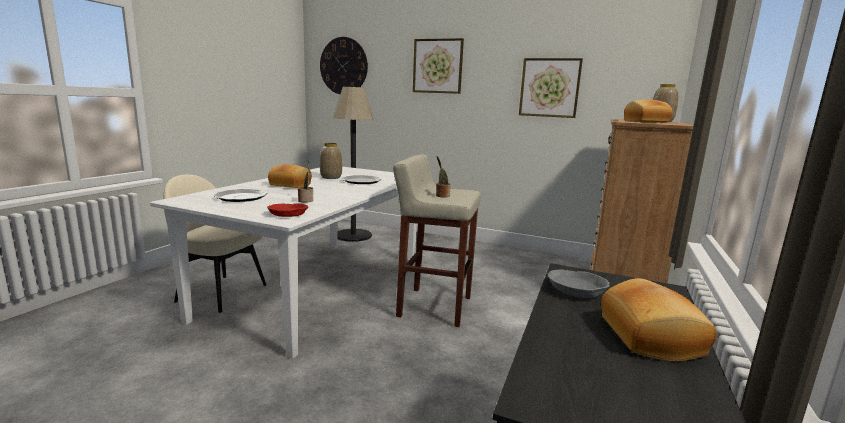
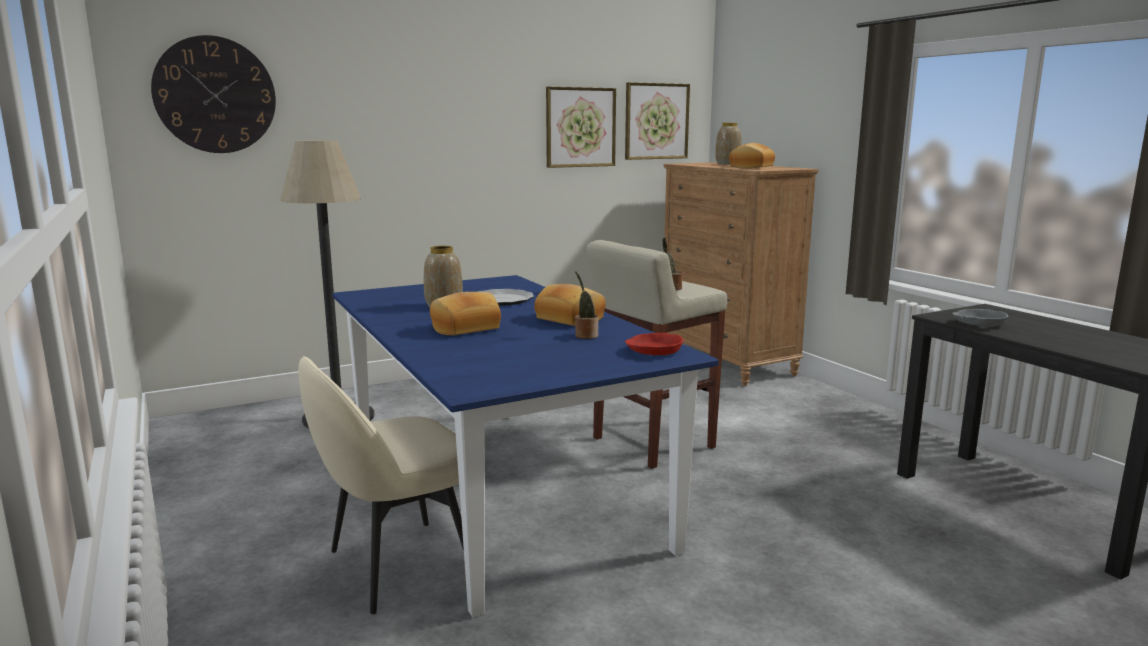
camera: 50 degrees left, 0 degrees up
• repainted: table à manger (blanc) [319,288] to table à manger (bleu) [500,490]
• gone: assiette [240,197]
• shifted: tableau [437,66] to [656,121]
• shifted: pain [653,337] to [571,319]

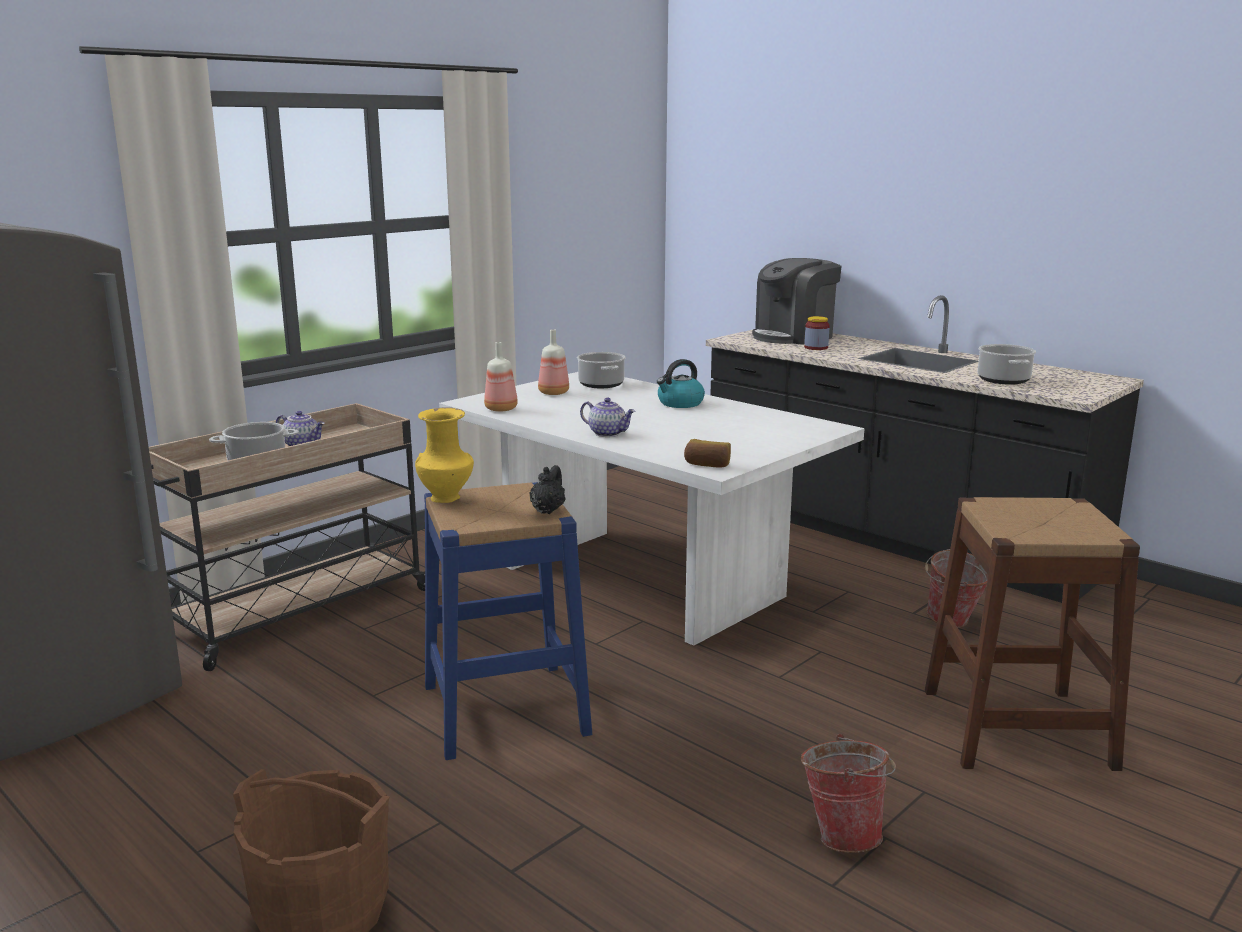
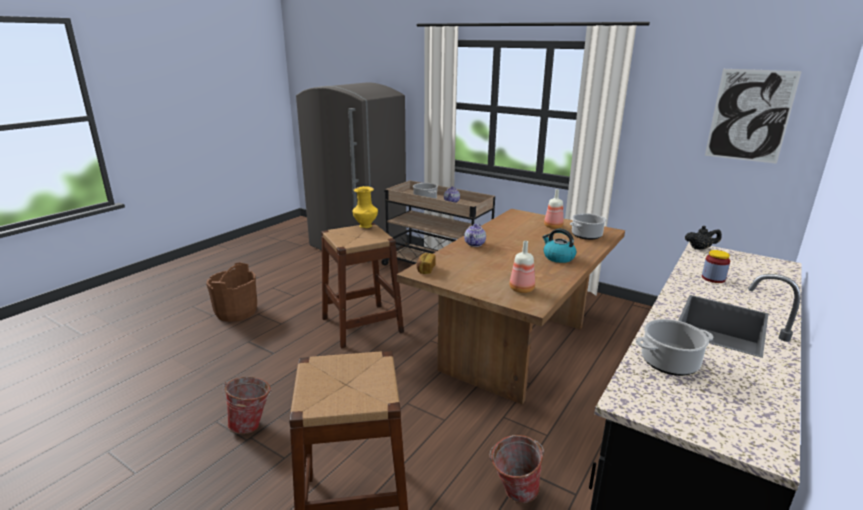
camera: 80 degrees right, 5 degrees up
• repainted: tabouret (bleu) [504,709] to tabouret (marron) [362,325]
• repainted: table à manger (blanc) [639,581] to table à manger (marron) [514,346]
• shifted: bouteille [502,409] to [522,289]
• shifted: théière (noir) [548,510] to [700,248]
• gone: machine à café [793,336]
• new: tableau [750,116]

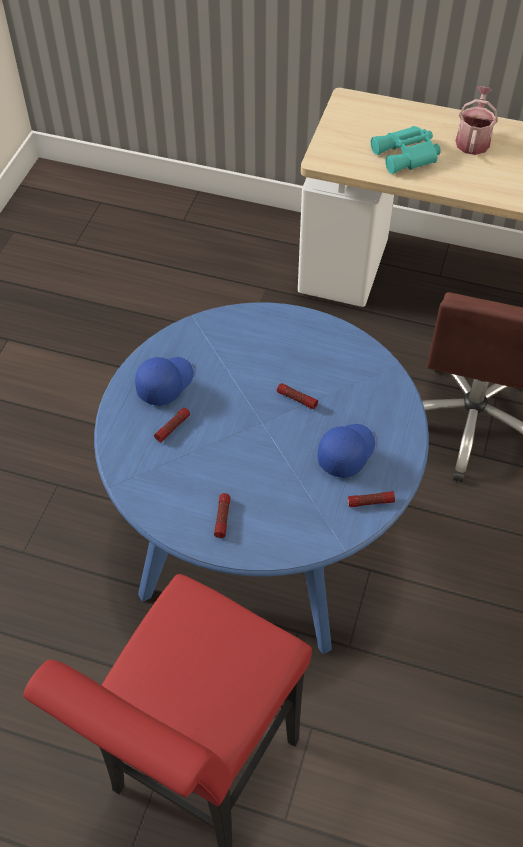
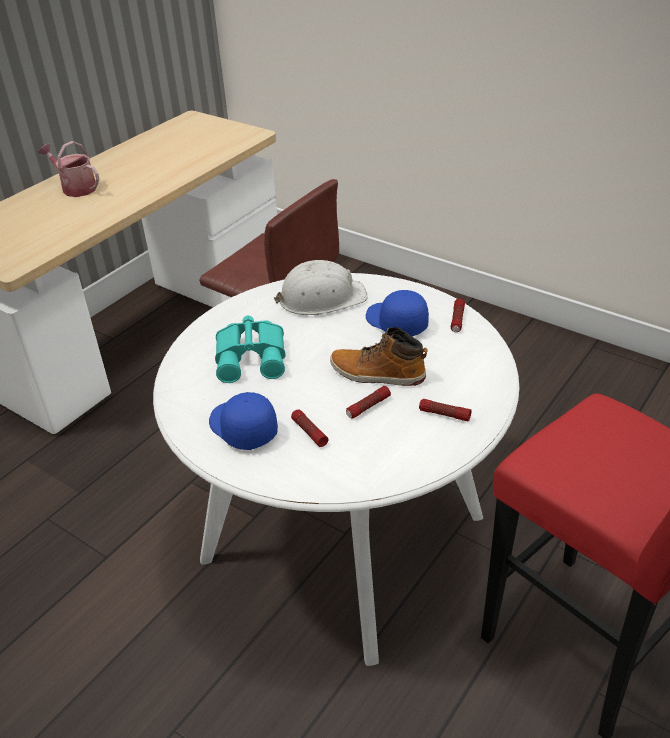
camera: 70 degrees left, 15 degrees down
• repainted: table à manger (bleu) [261,541] to table à manger (blanc) [343,537]
• shifted: lampe de poche [296,399] to [368,407]
• shifted: jumelles (turquoise) [407,156] to [253,356]
• new: casque de chantier (blanc) [321,298]
• new: botte [377,374]

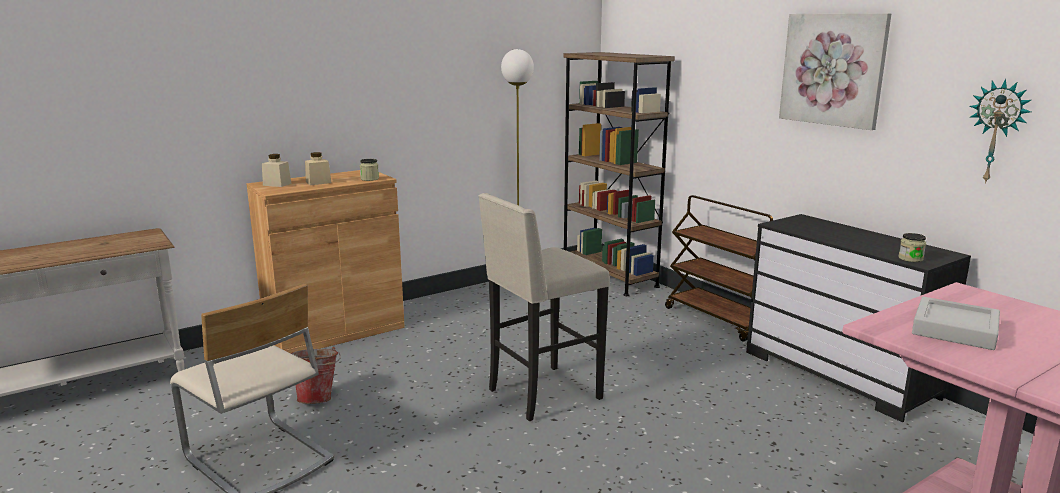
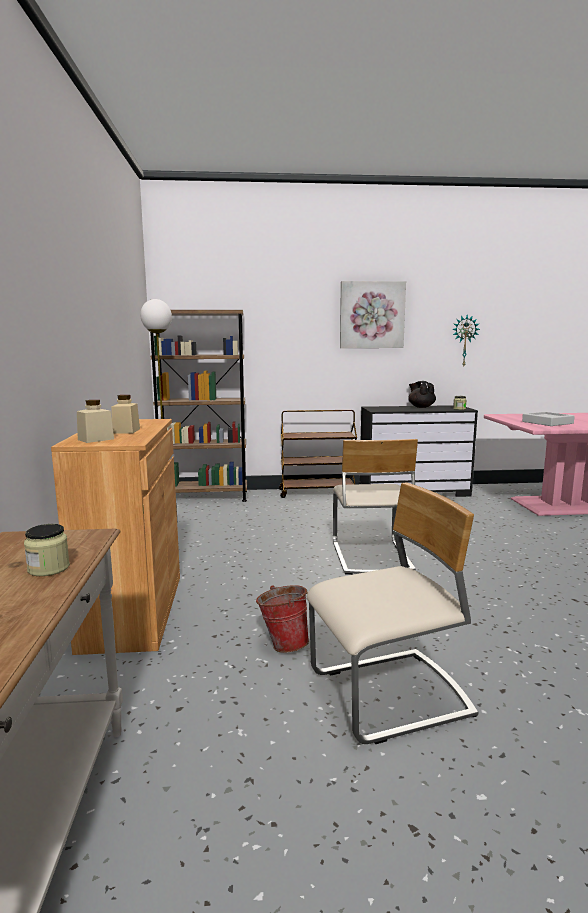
camera: 60 degrees left, 5 degrees down
• shifted: bocal [369,179] to [48,568]
• swapped: tabouret (beige) [542,394] to chaise (beige) [370,557]
• new: théière (noir) [421,407]

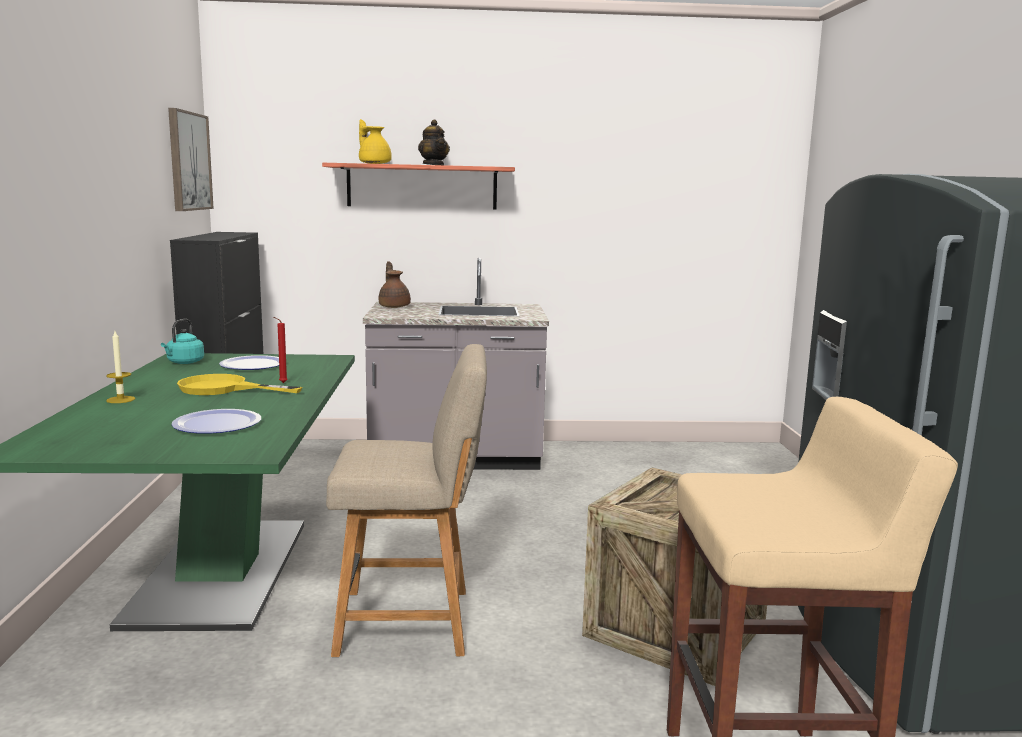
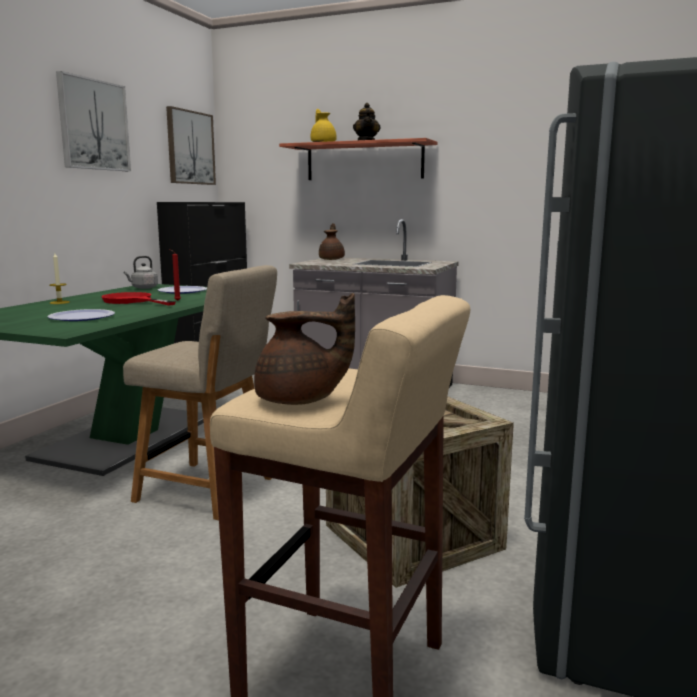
camera: 25 degrees right, 0 degrees up
• repainted: bouilloire (turquoise) [184,362] to bouilloire (gris) [143,288]
• repainted: poêle (jaune) [224,388] to poêle (rouge) [132,301]
• new: tableau [93,125]
• new: théière (marron) [300,400]

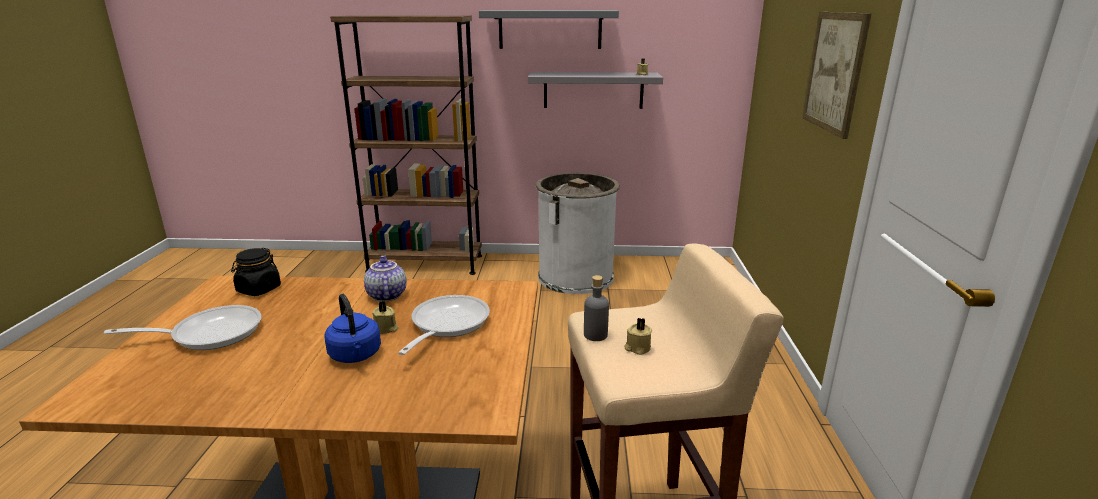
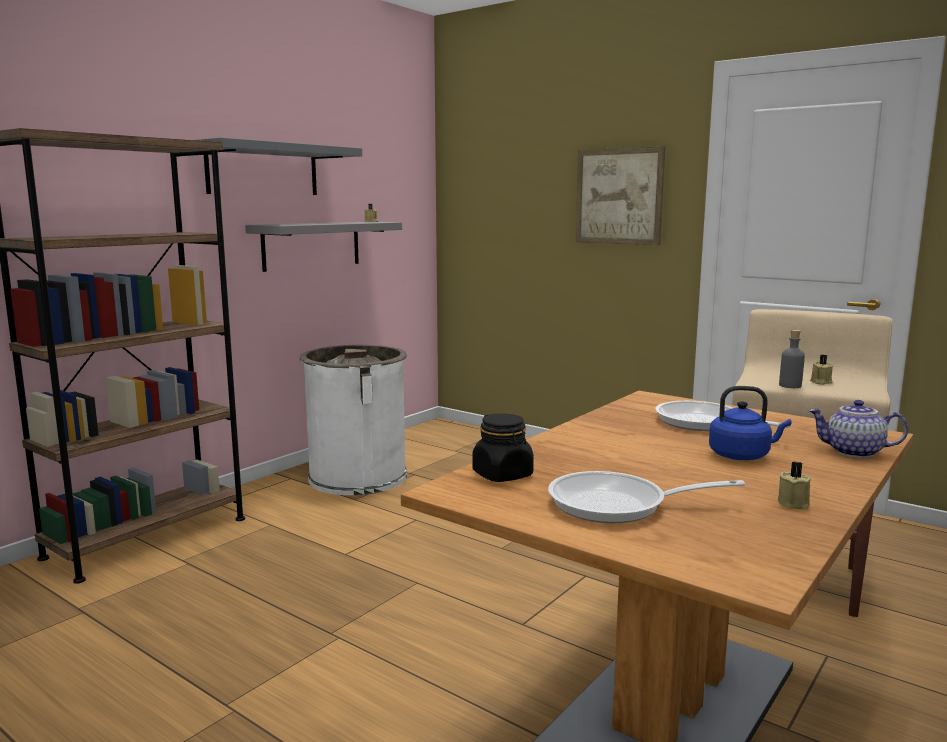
camera: 55 degrees left, 10 degrees down
• rotated: poêle [209,333] = [618,505] 105 degrees counterclockwise
• shifted: théière [385,295] to [853,452]
• shifted: bougie (beige) [386,329] to [794,503]

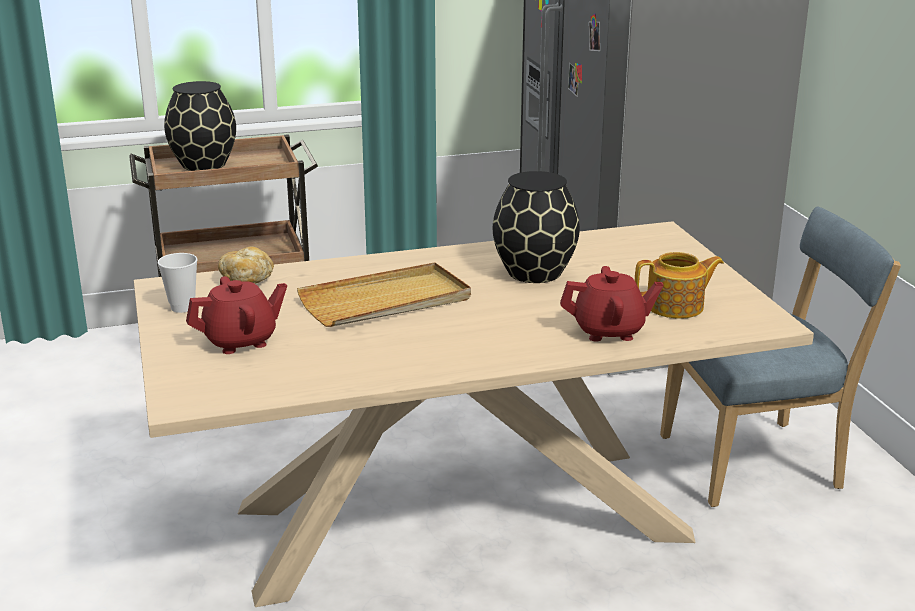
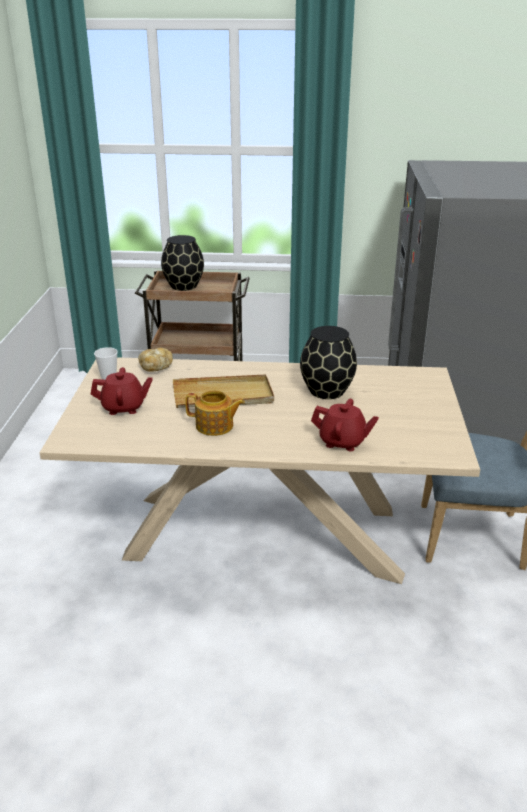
camera: 20 degrees right, 5 degrees up
• shifted: théière [676,307] to [215,426]

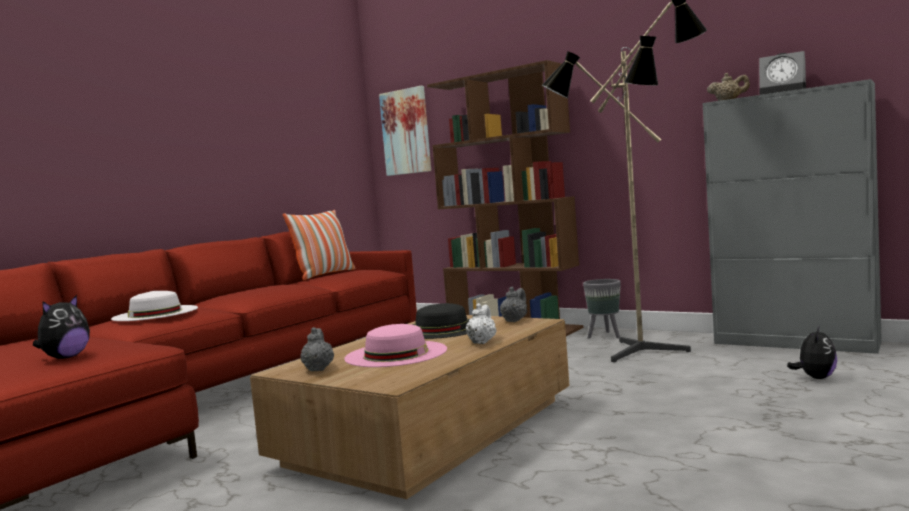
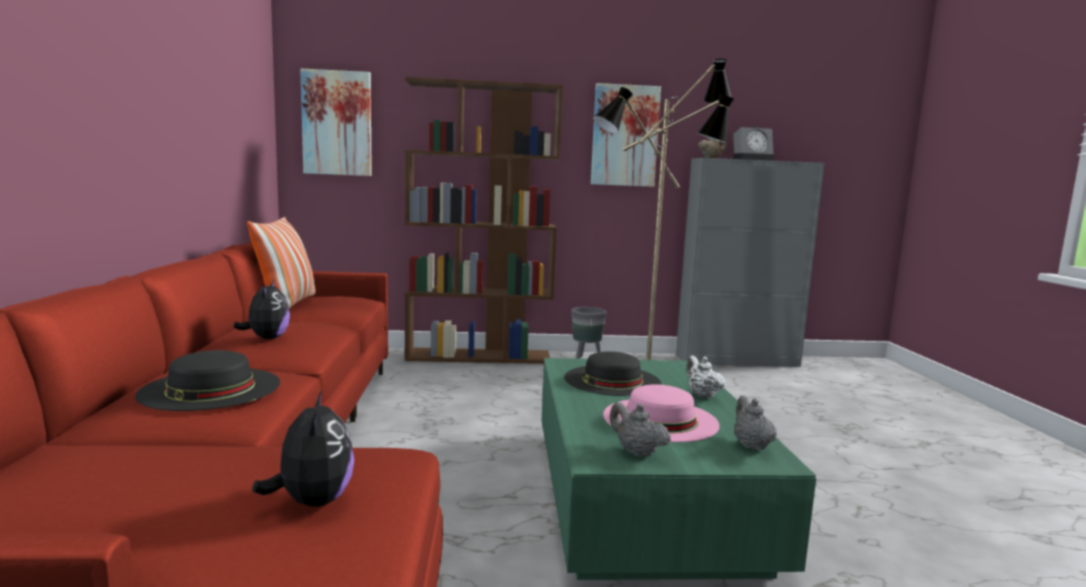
camera: 40 degrees left, 5 degrees up
• repainted: chapeau (blanc) [155,313] to chapeau (noir) [210,388]
• repainted: table basse (marron) [430,431] to table basse (vert) [642,494]
• shifted: théière (gris) [514,320] to [750,445]
• shifted: peluche [815,378] to [267,338]
• new: tableau [624,136]

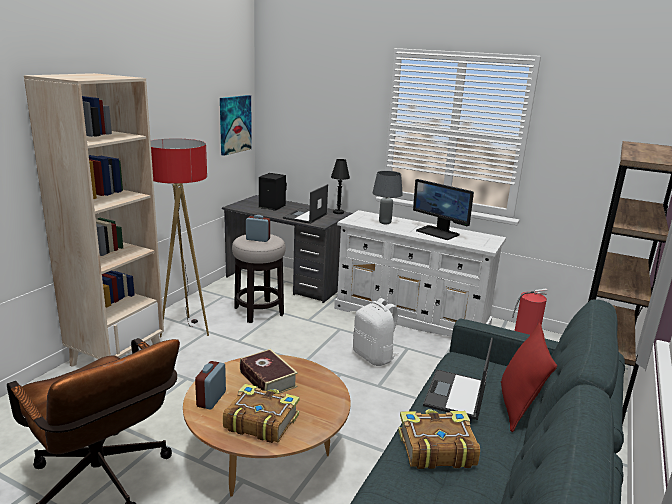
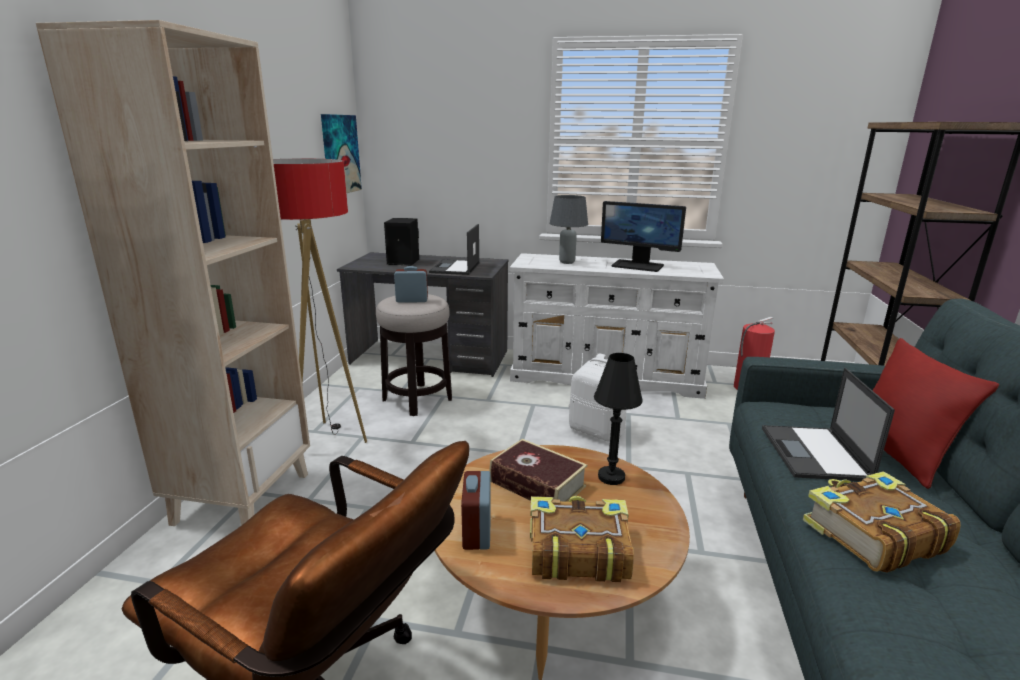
camera: 15 degrees left, 0 degrees up
• shifted: lampe de table (noir) [338,212] to [611,477]

